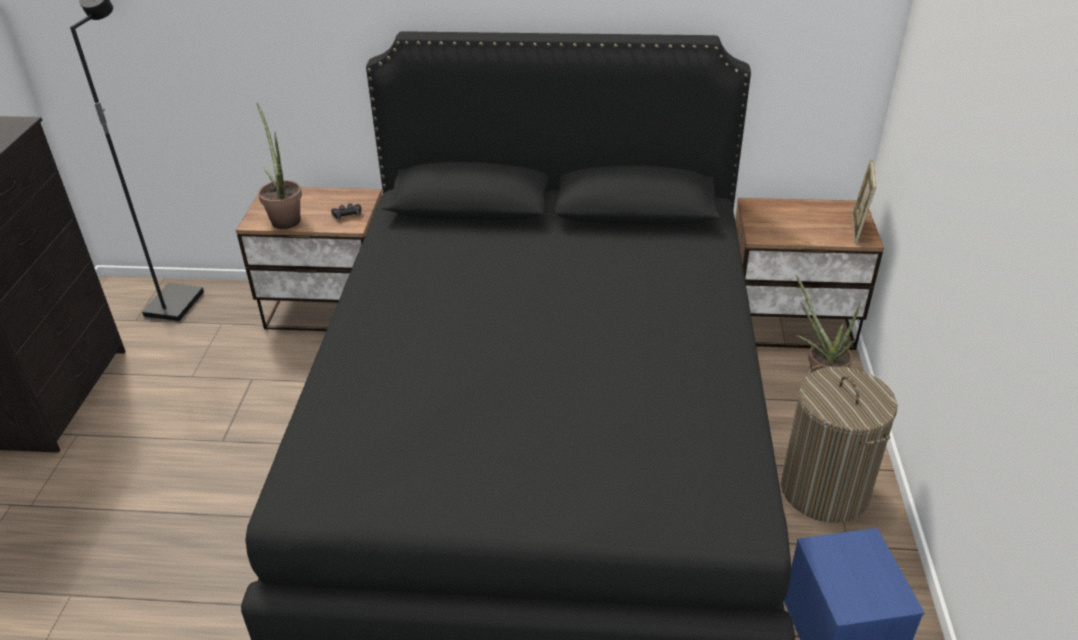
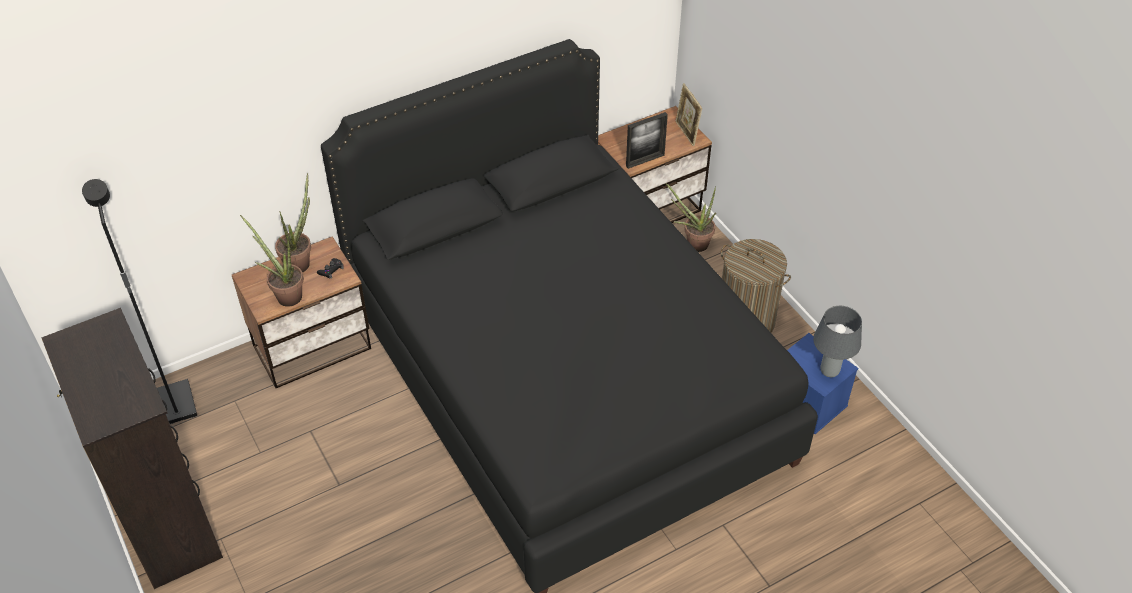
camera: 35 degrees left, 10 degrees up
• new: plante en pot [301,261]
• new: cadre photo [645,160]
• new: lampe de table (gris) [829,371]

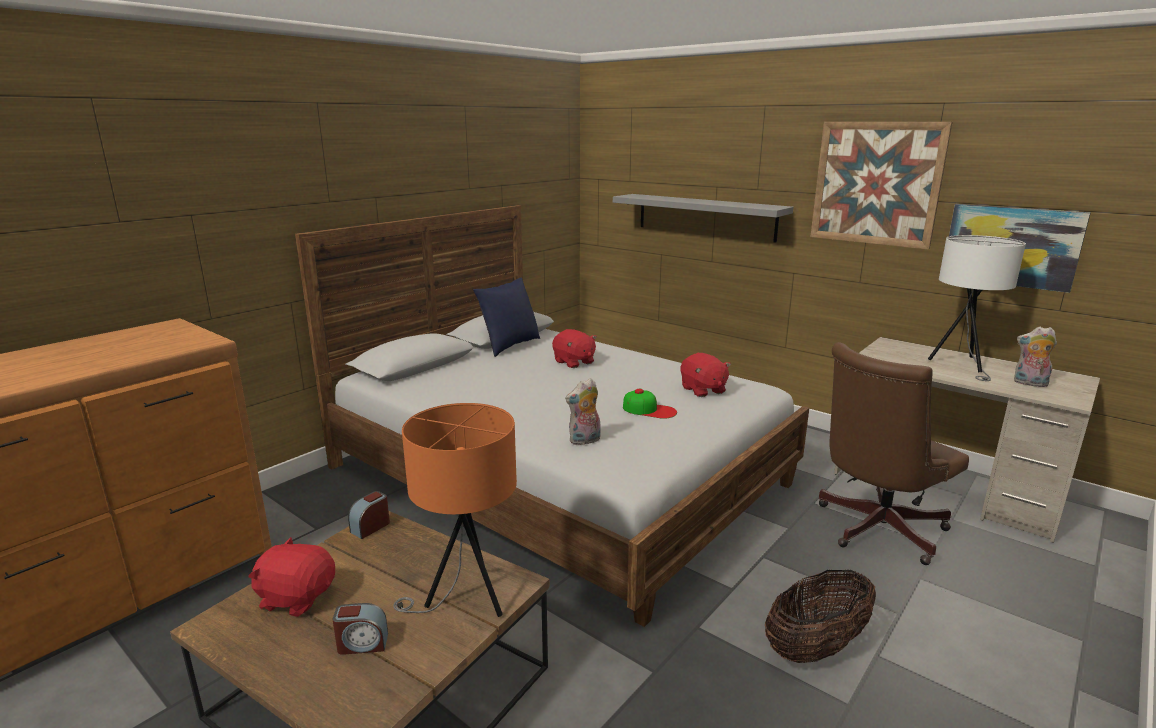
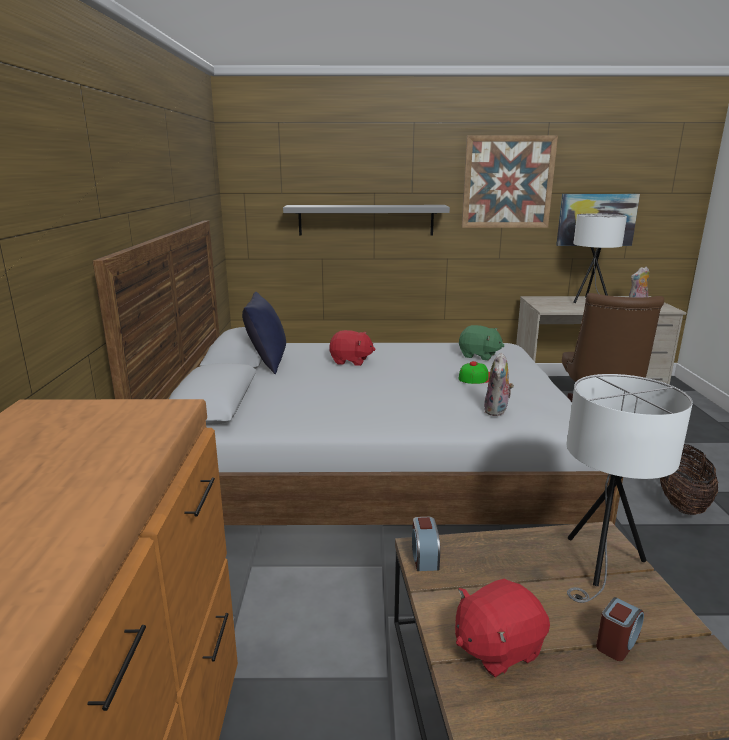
camera: 40 degrees left, 0 degrees up
• repainted: lampe de table (orange) [465,598] to lampe de table (blanc) [600,564]
• repainted: peluche (rouge) [703,390] to peluche (vert) [479,355]

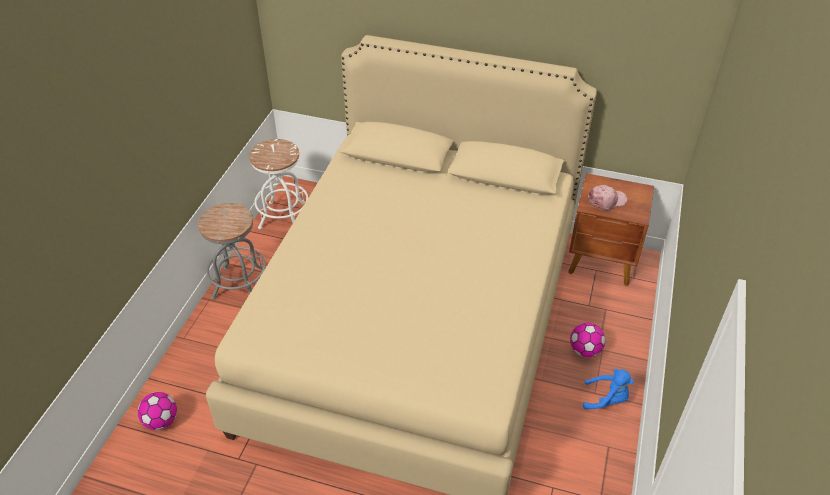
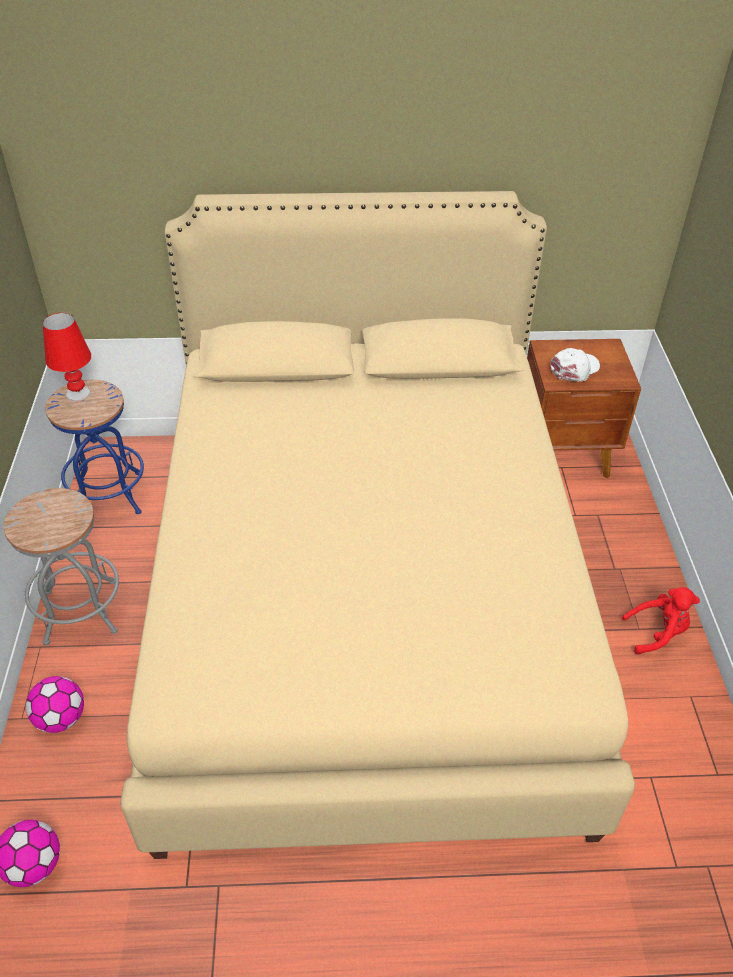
camera: 20 degrees left, 0 degrees up
• repainted: tabouret (blanc) [284,217] to tabouret (bleu) [109,496]
• shifted: ballon de foot [585,350] to [61,719]
• repainted: peluche (bleu) [606,399] to peluche (rouge) [657,633]
• repainted: casquette (rose) [606,200] to casquette (blanc) [574,369]
• new: lampe de table (rouge) [77,393]

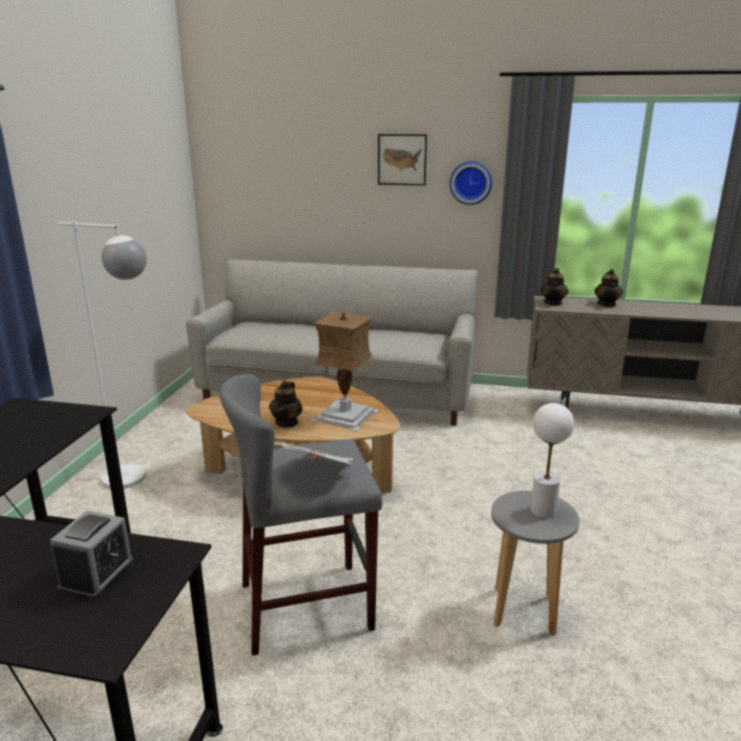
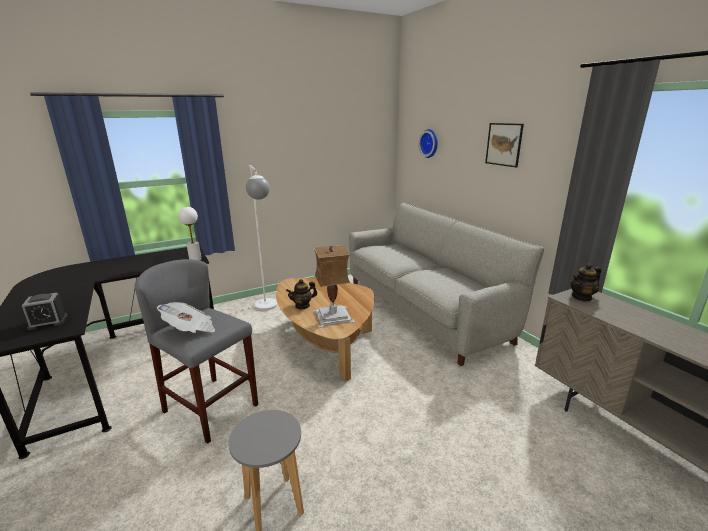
camera: 50 degrees right, 0 degrees up
• shifted: horloge murale [471,182] to [430,143]
• shifted: lampe de table (blanc) [543,510] to [195,259]
• gone: théière [607,304]

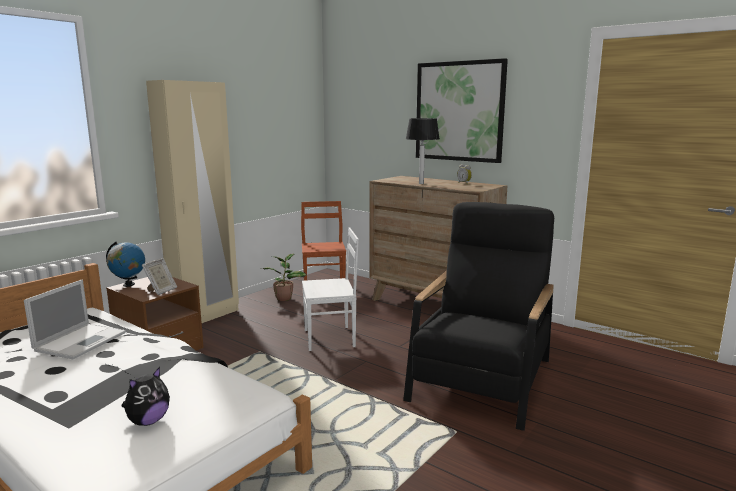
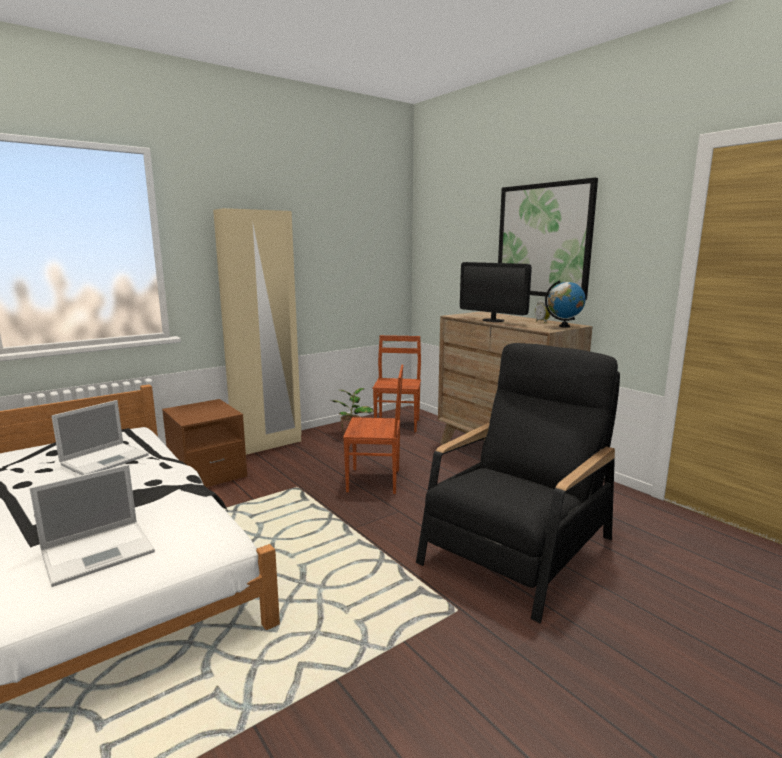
camera: 15 degrees right, 0 degrees up
• shifted: globe [128,285] to [564,326]
• swapped: peluche [148,421] to ordinateur portable [100,551]
• gone: cadre photo [161,291]
• repainted: chaise (blanc) [330,338] to chaise (marron) [375,481]
• swapped: lampe de table [421,183] to écran d'ordinateur [493,320]

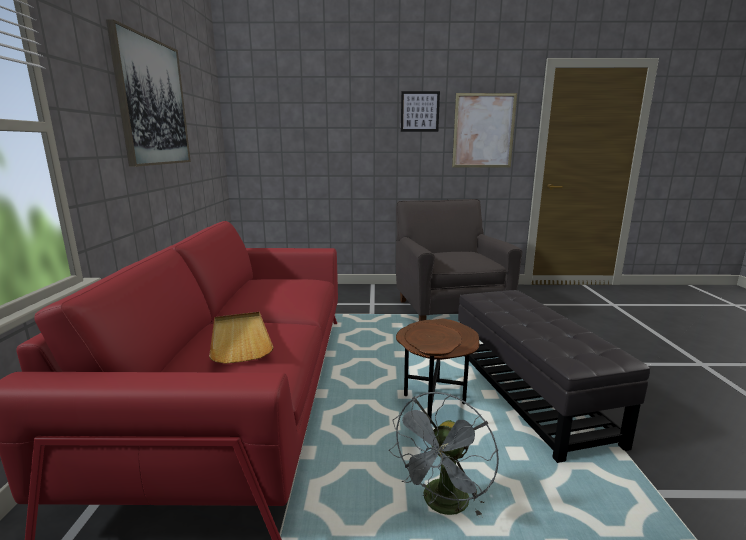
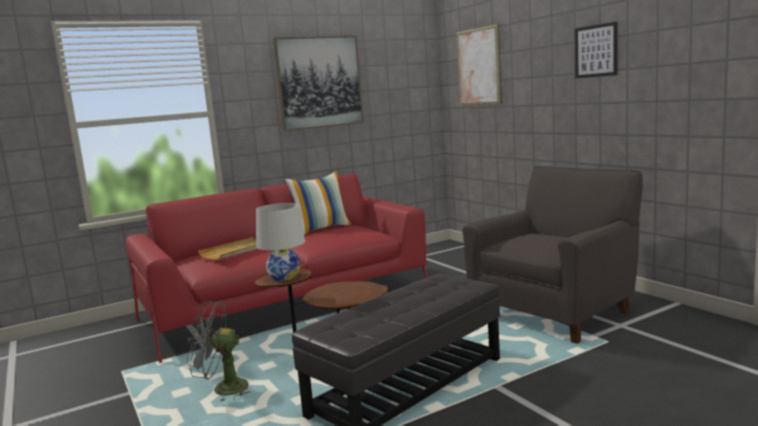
camera: 60 degrees right, 5 degrees down
• shifted: tableau [483,131] to [478,66]
• new: lampe de table (blanc) [284,276]
• new: coussin [321,229]

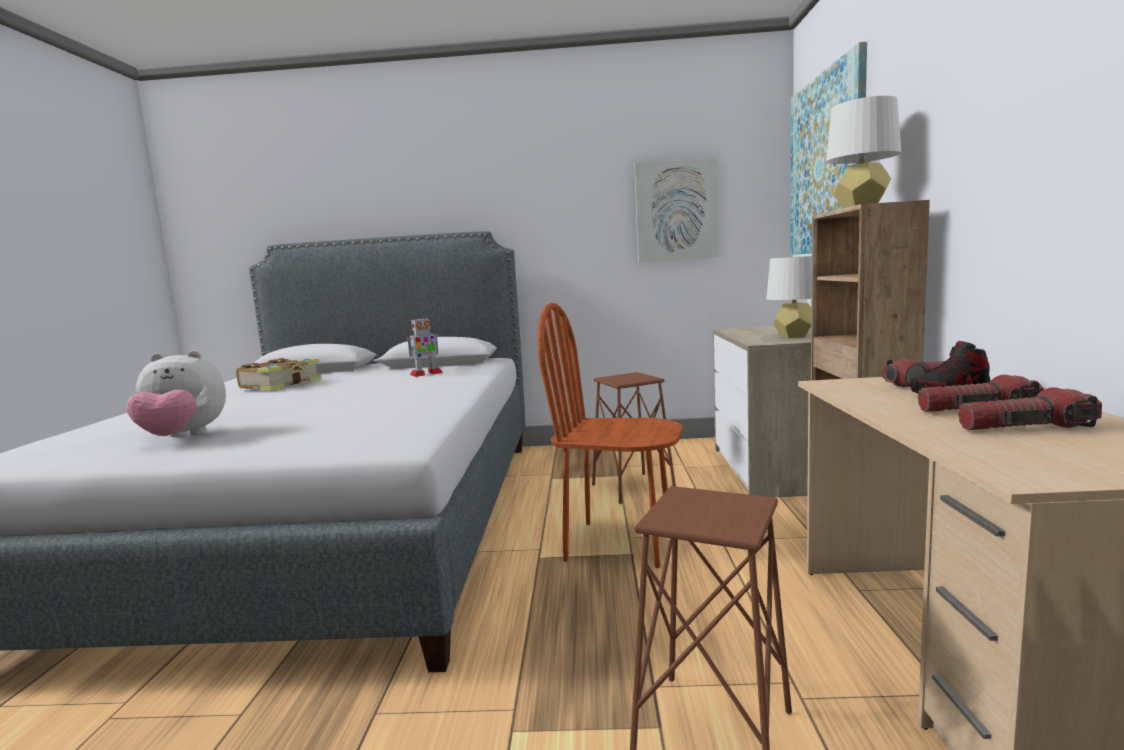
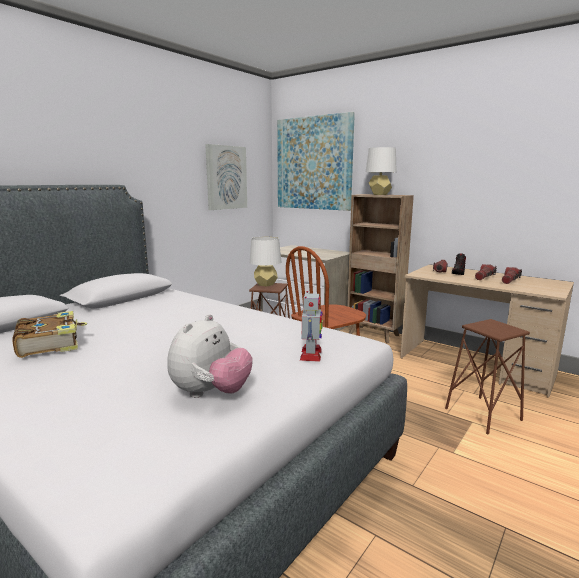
camera: 55 degrees left, 5 degrees up
• shifted: robot jouet [426,374] to [311,354]
• shifted: lampe de table (blanc) [794,336] to [265,284]

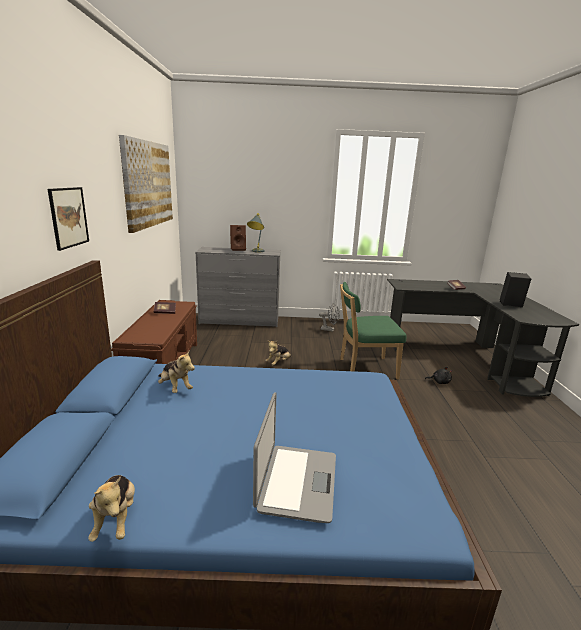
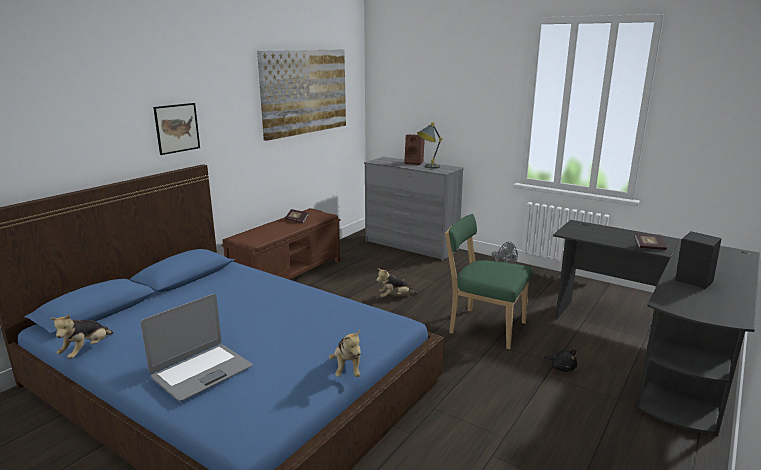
camera: 35 degrees right, 0 degrees up
• shifted: peluche [175,388] to [347,369]

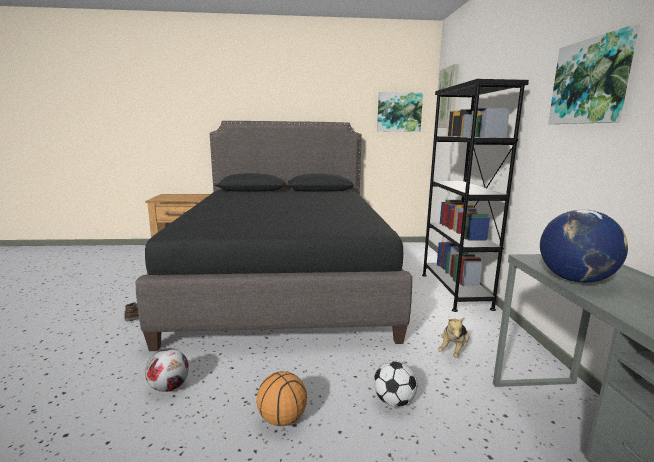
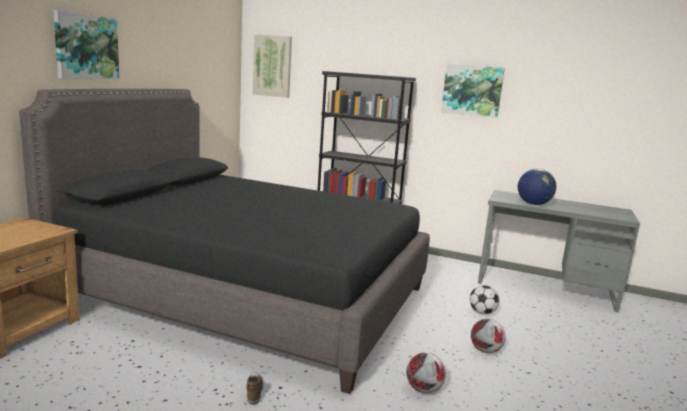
camera: 65 degrees left, 0 degrees up
• swapped: ballon de basket [282,418] to ballon de foot [485,350]
• shifted: tableau [399,112] to [86,47]
• gone: peluche [454,350]

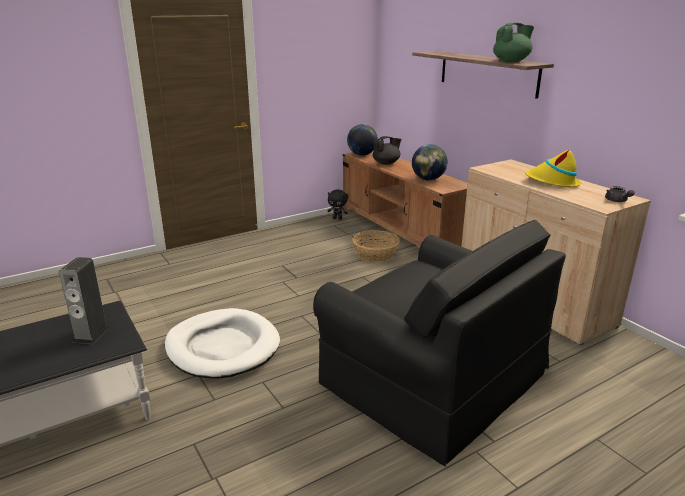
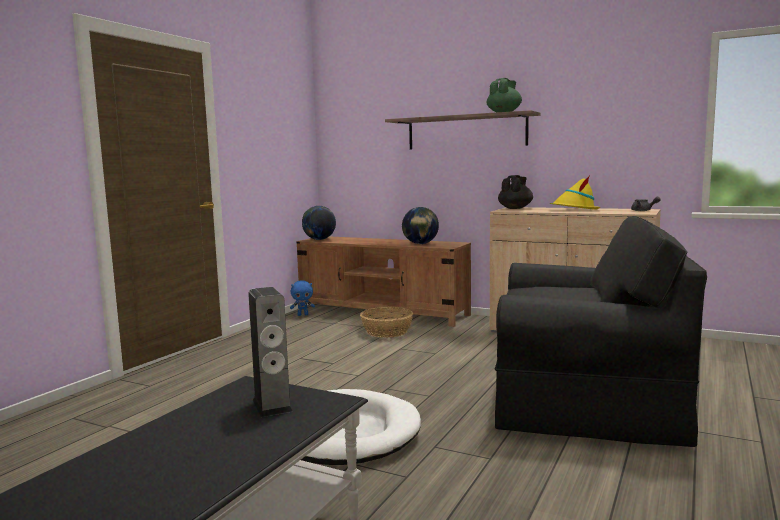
camera: 30 degrees left, 15 degrees down
• repainted: peluche (noir) [337,218] to peluche (bleu) [303,315]
• shifted: théière (noir) [386,163] to [515,208]

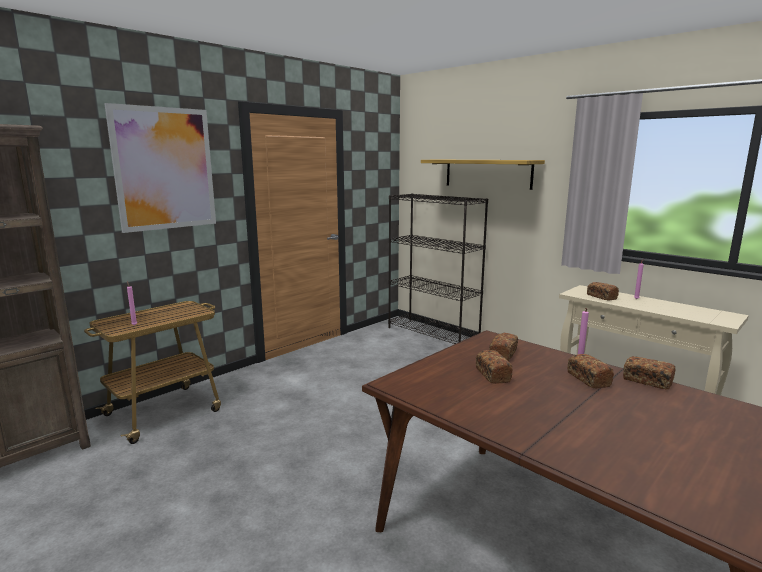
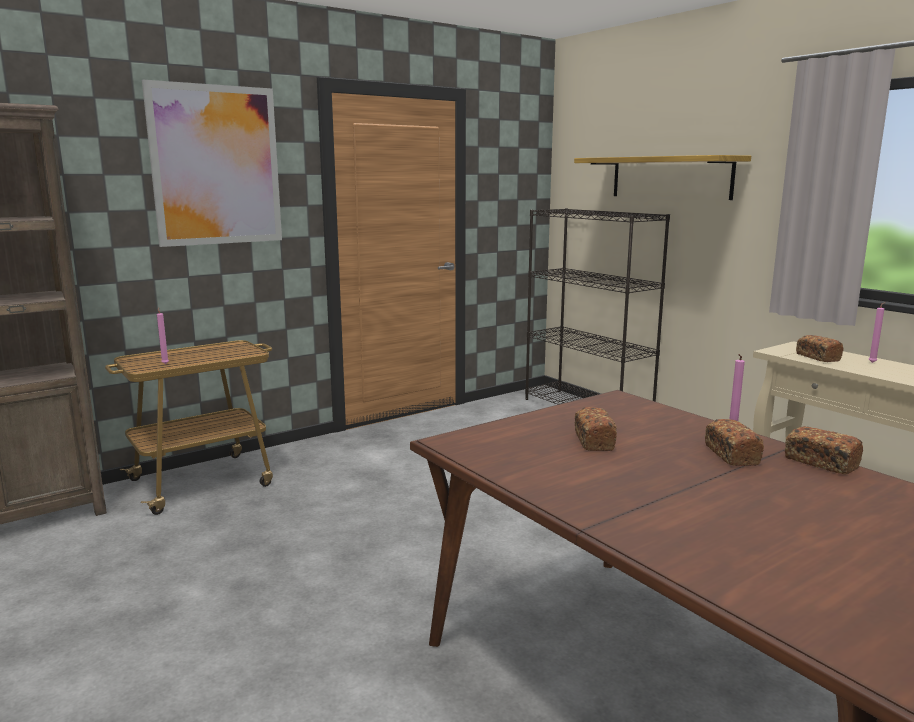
camera: 10 degrees right, 0 degrees up
• gone: pain [503,354]

